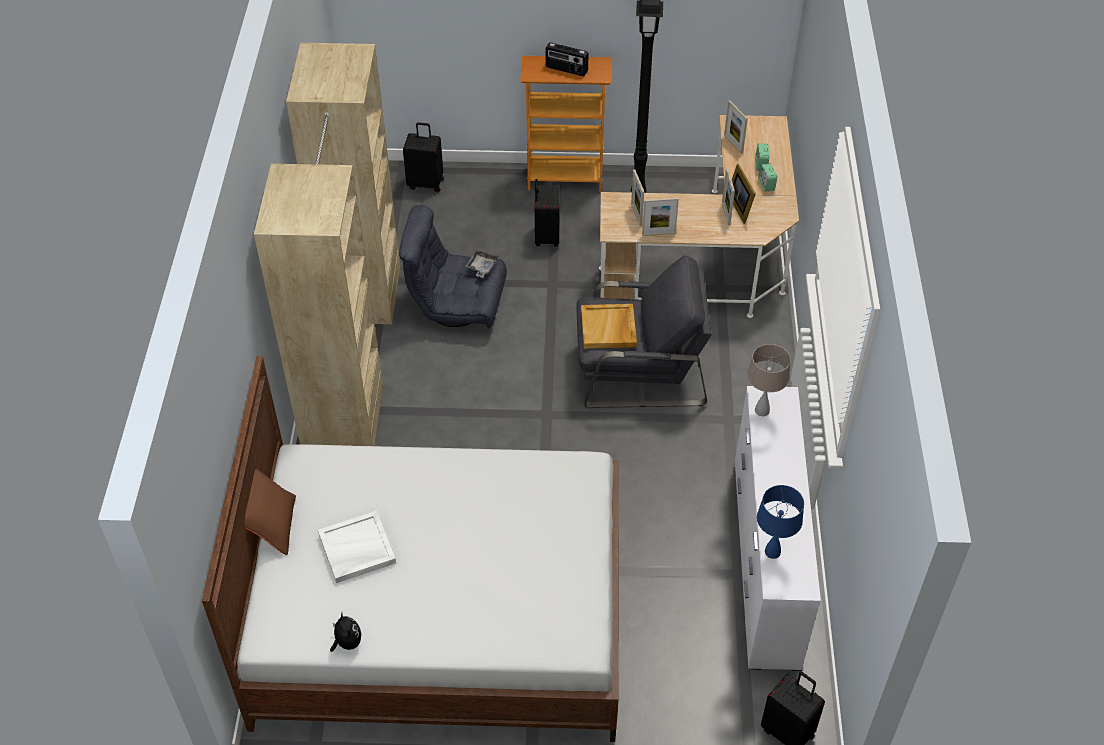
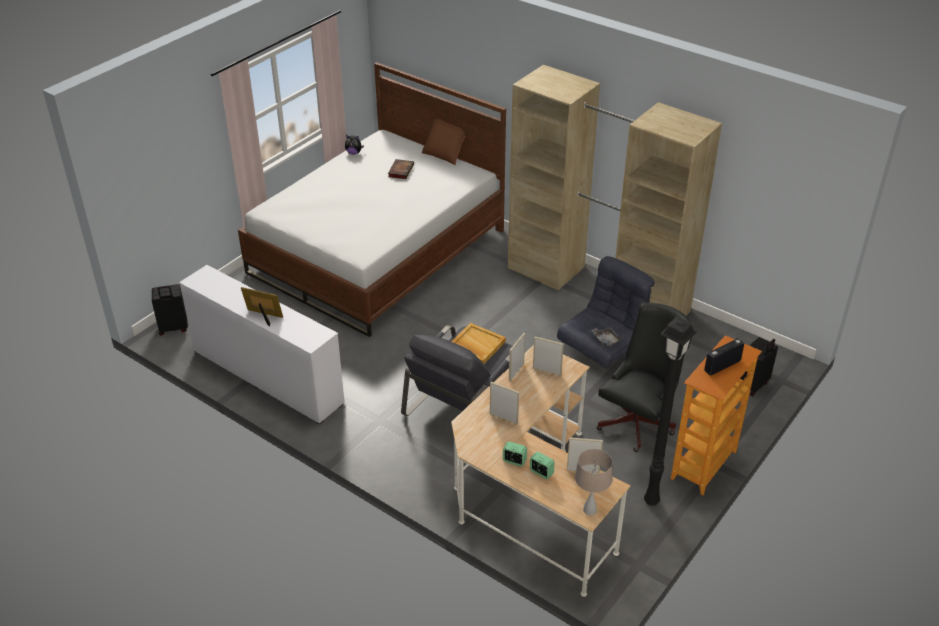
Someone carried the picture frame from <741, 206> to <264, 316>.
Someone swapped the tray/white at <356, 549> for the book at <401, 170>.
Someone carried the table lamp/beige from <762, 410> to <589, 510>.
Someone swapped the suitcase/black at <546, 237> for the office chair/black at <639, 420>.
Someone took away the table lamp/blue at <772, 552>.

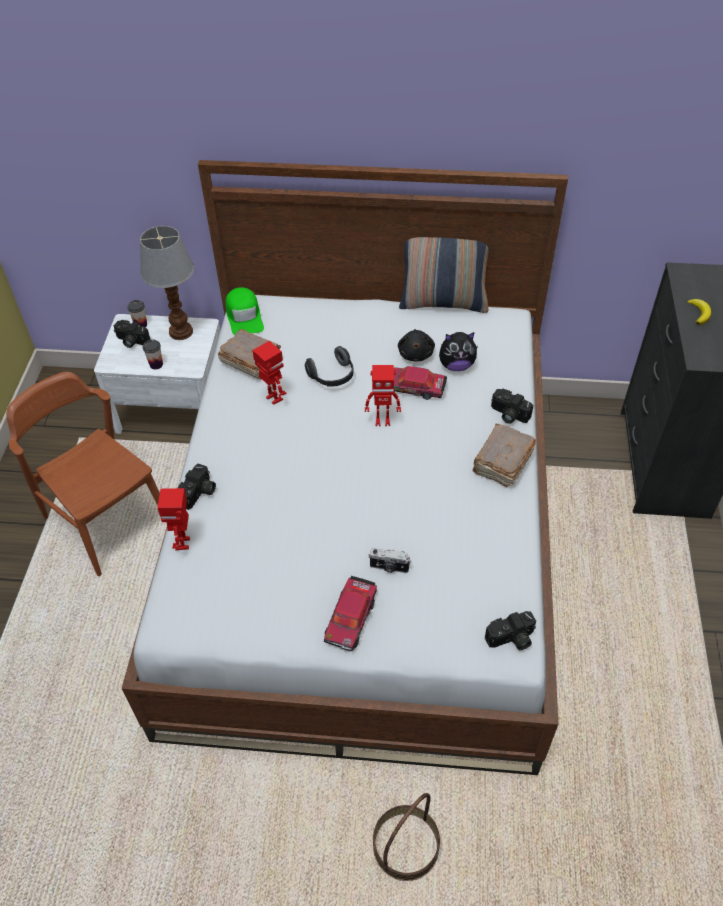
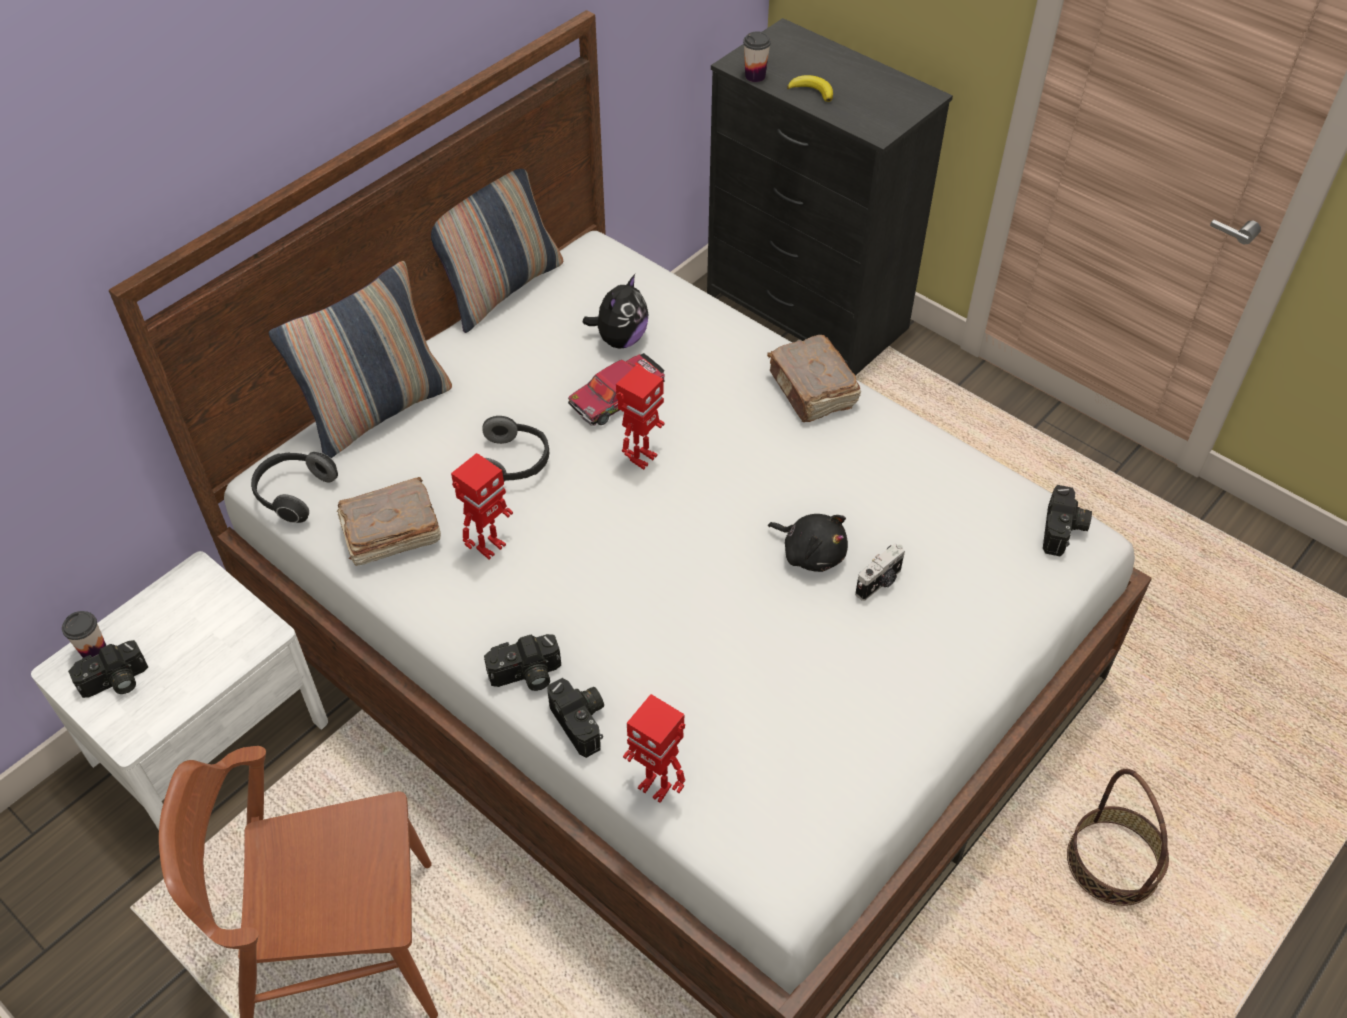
Someone swapped the cap/green at <244, 316> for the headphones at <294, 494>.
Someone put down the pillow at <377, 411>.
Someone rotated the toy robot at <273, 399> by 135 degrees clockwise.
Someone carried the photo camera from <508, 414> to <526, 676>.
Someone carried the cup from <156, 364> to <755, 76>.
Someone carried the plush toy/black from <416, 353> to <811, 553>.
Someone took away the table lamp at <181, 332>.
Someone took away the toy car at <351, 617>.

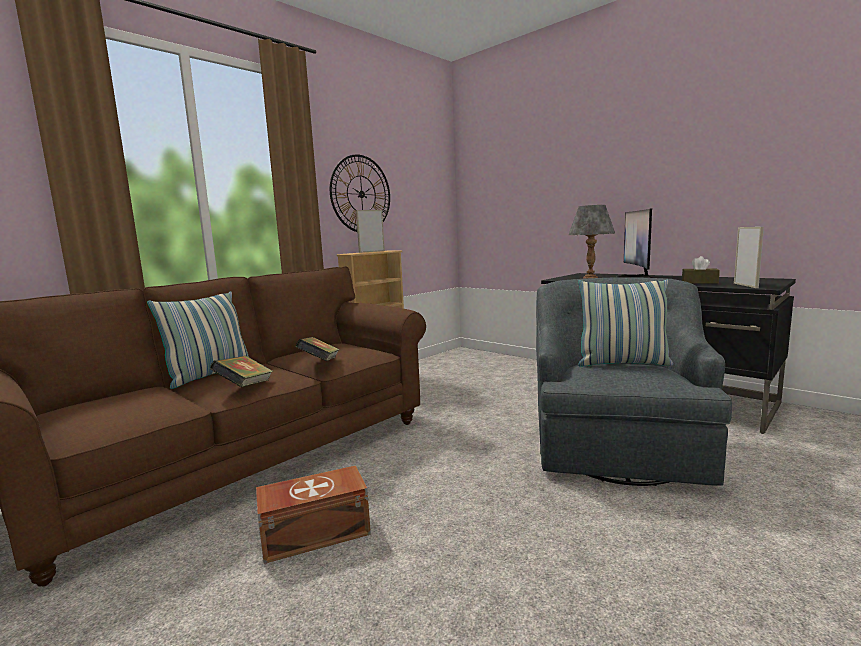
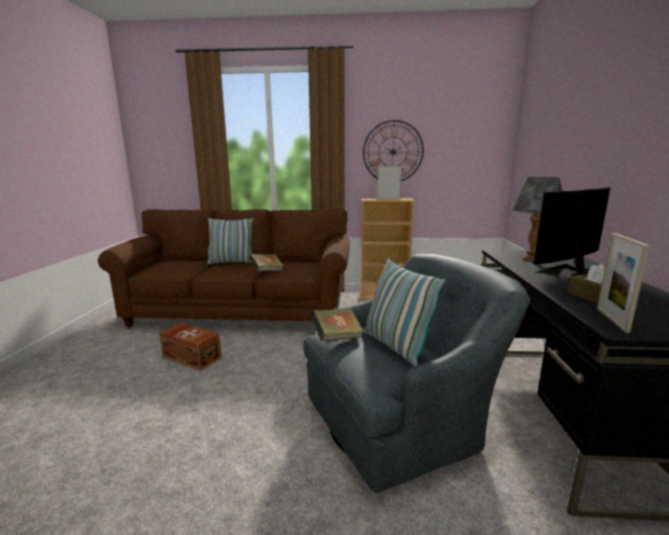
Someone carried the book from <245, 387> to <337, 338>.
Someone rotated the picture frame at <745, 285> by 135 degrees clockwise.

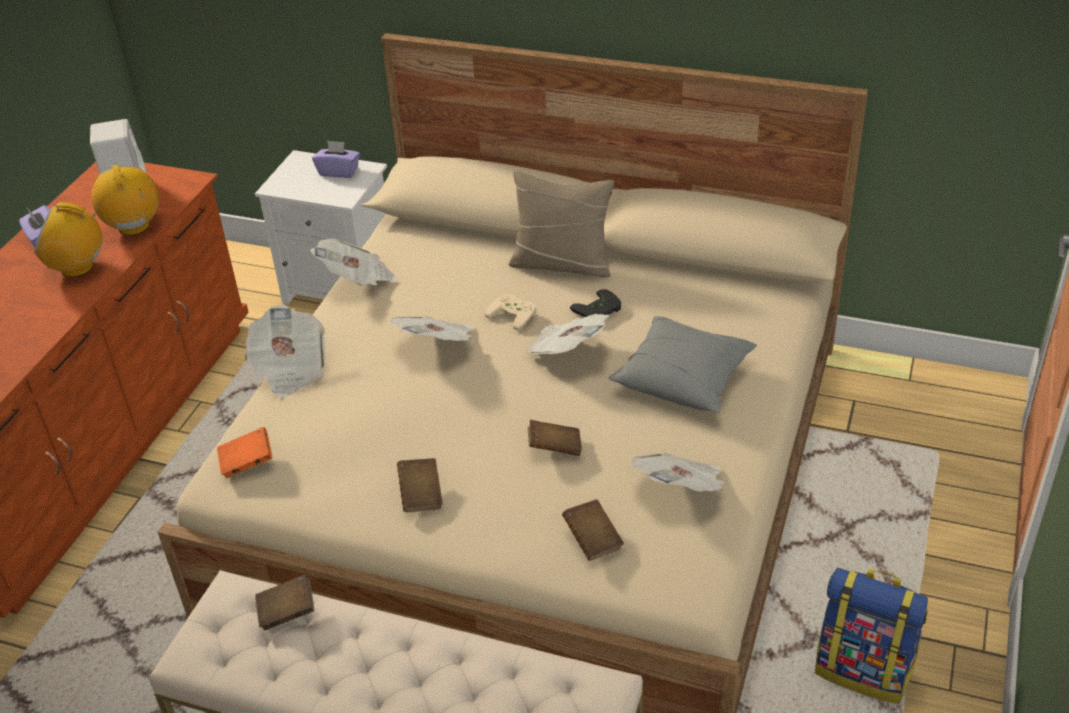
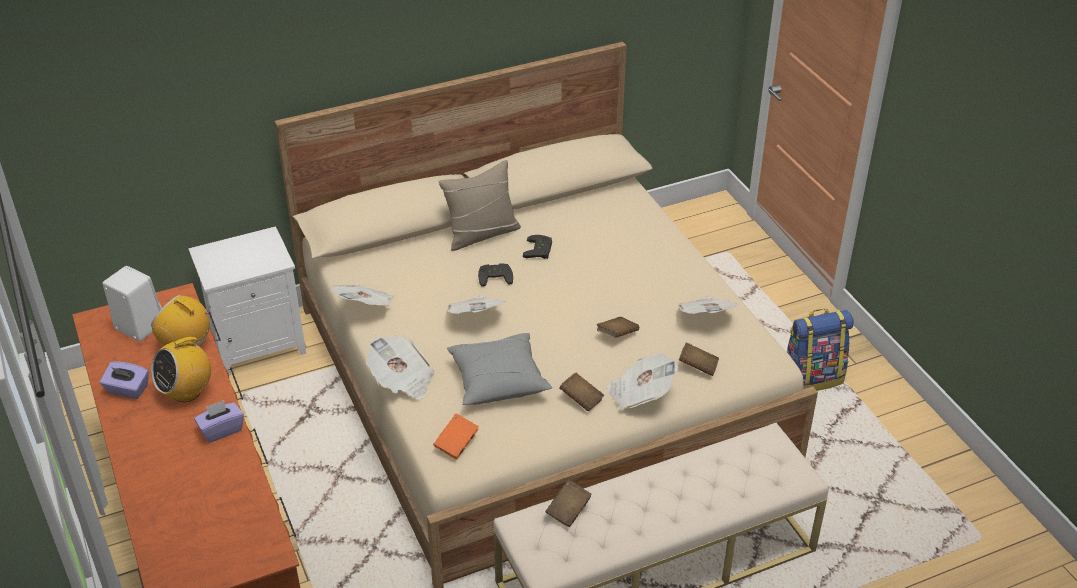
Someone carried the tissue box/purple from <339, 171> to <221, 430>.
Someone carried the pillow/grey from <683, 378> to <498, 380>.
Someone repainted the game controller/beige at <514, 313>, which became the game controller/black at <495, 276>.
Someone carried the newspaper from <567, 351> to <640, 394>.

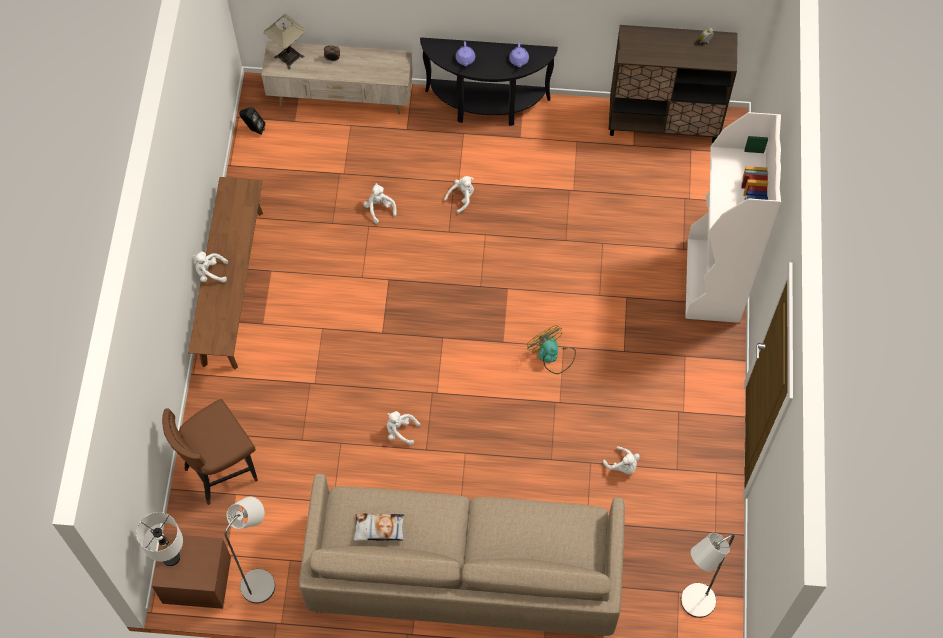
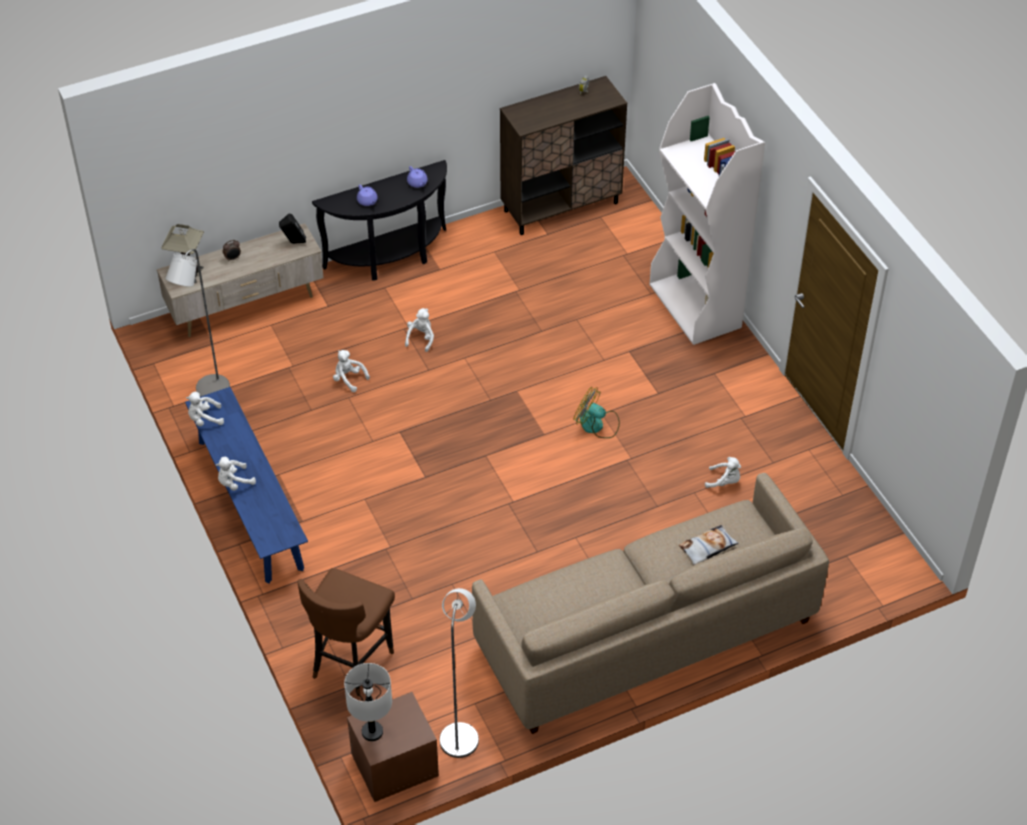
Someone carried the floor lamp/grey from <692, 604> to <209, 393>.
Someone repainted the bench/brown at <232, 287>, which became the bench/blue at <250, 504>.
Someone carried the plush toy/white from <400, 431> to <204, 419>.
Someone carried the speaker/black from <253, 129> to <293, 242>.
Someone carried the pillow from <379, 529> to <708, 548>.

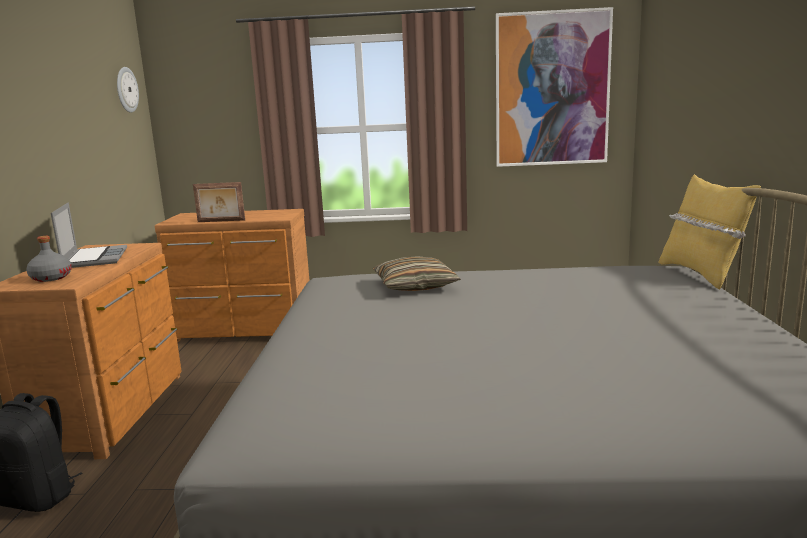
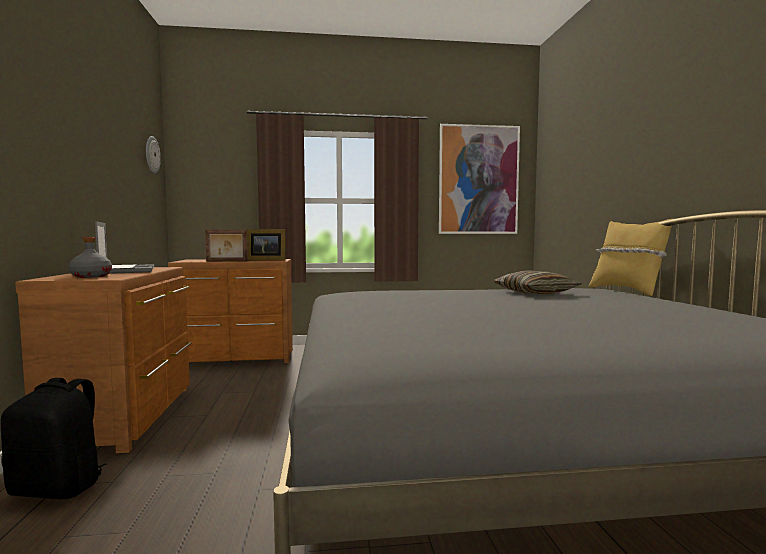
Someone put down the picture frame at <265, 260>.
Someone carried the pillow from <415, 286> to <535, 293>.

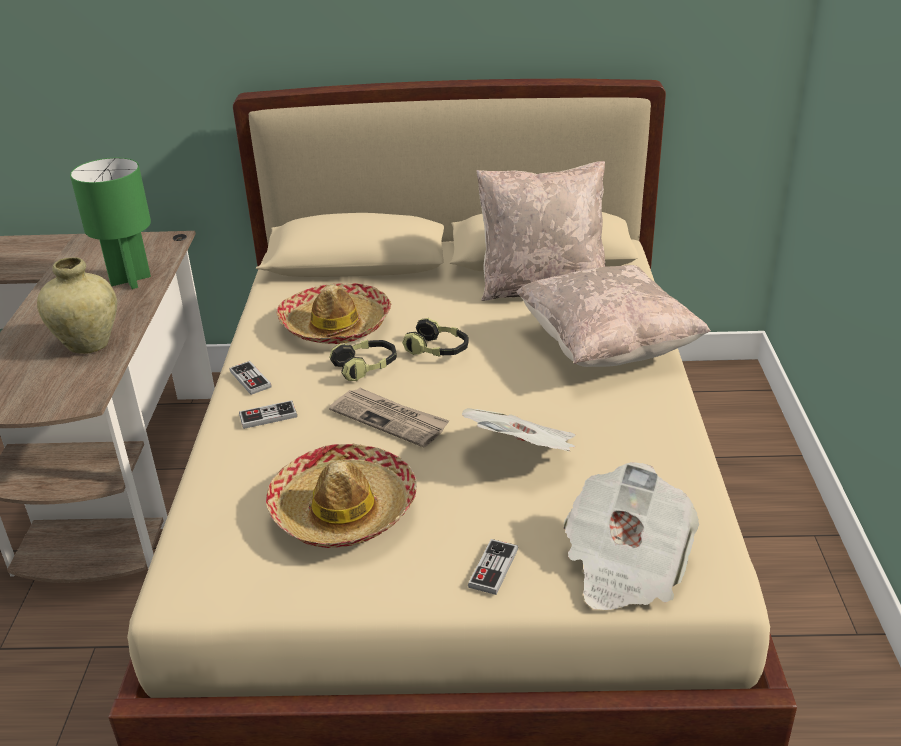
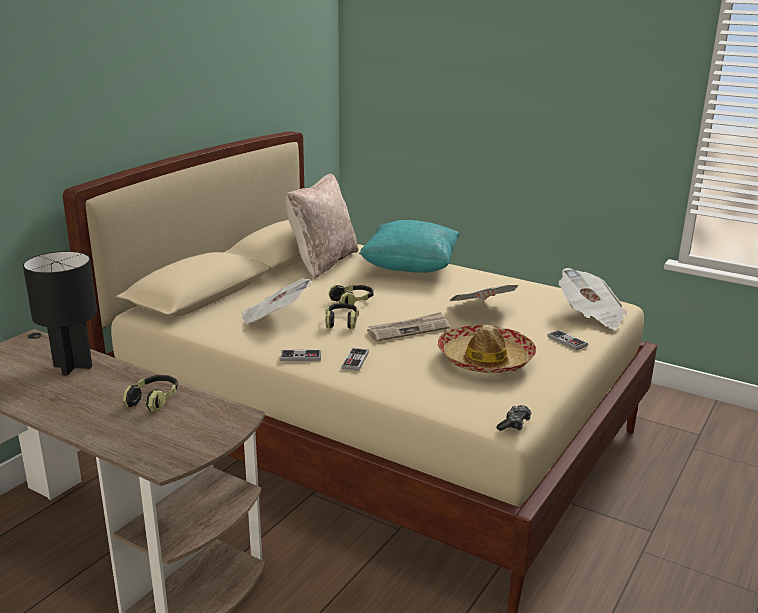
Someone repainted the table lamp/green at <130, 280>, which became the table lamp/black at <72, 366>.
Someone swapped the vase/beige at <88, 345> for the headphones at <154, 400>.
Someone swapped the hat at <336, 325> for the newspaper at <274, 319>.
Someone repainted the pillow/beige at <606, 347>, which became the pillow/turquoise at <410, 269>.
Someone put down the game controller at <514, 424>.

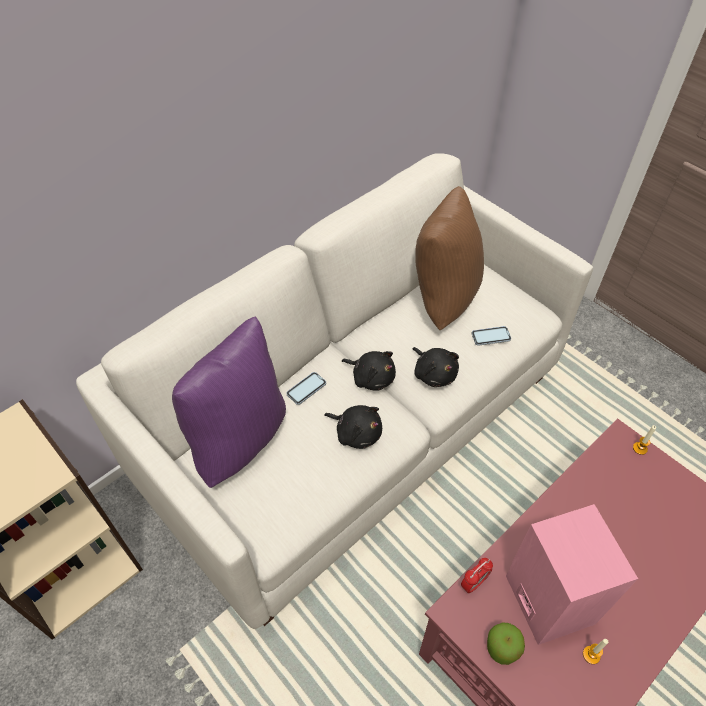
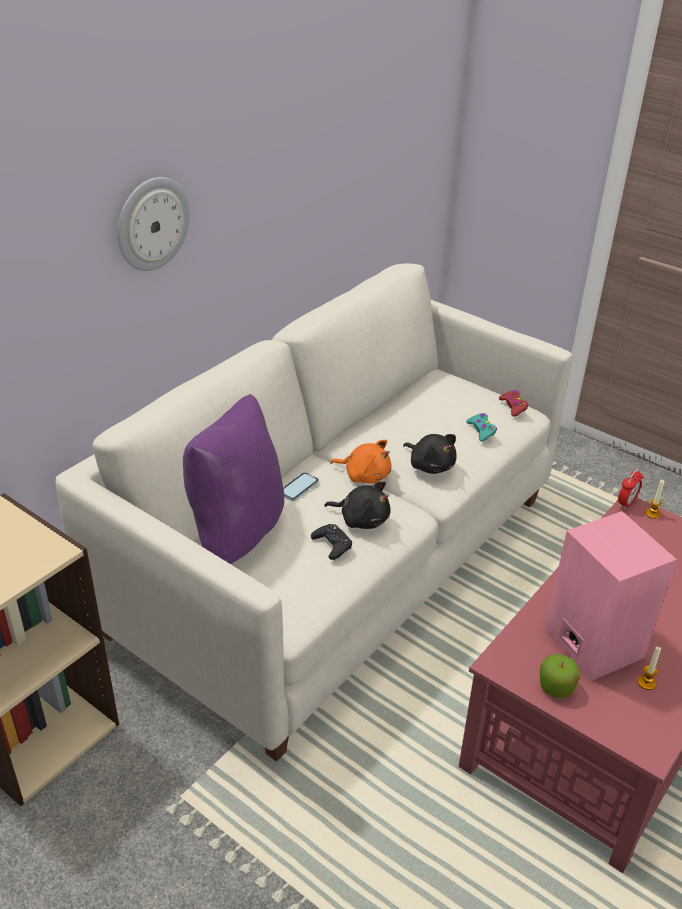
Someone put up the wall clock at <152, 223>.
Someone put down the game controller/black at <332, 545>.
Someone repainted the plush toy/black at <371, 377>, which became the plush toy/orange at <365, 475>.
Someone swapped the phone at <491, 337> for the game controller/turquoise at <481, 430>.
Someone put down the game controller/red at <513, 406>.
Someone carried the alarm clock from <474, 583> to <626, 503>.
Someone took away the pillow/brown at <442, 297>.

